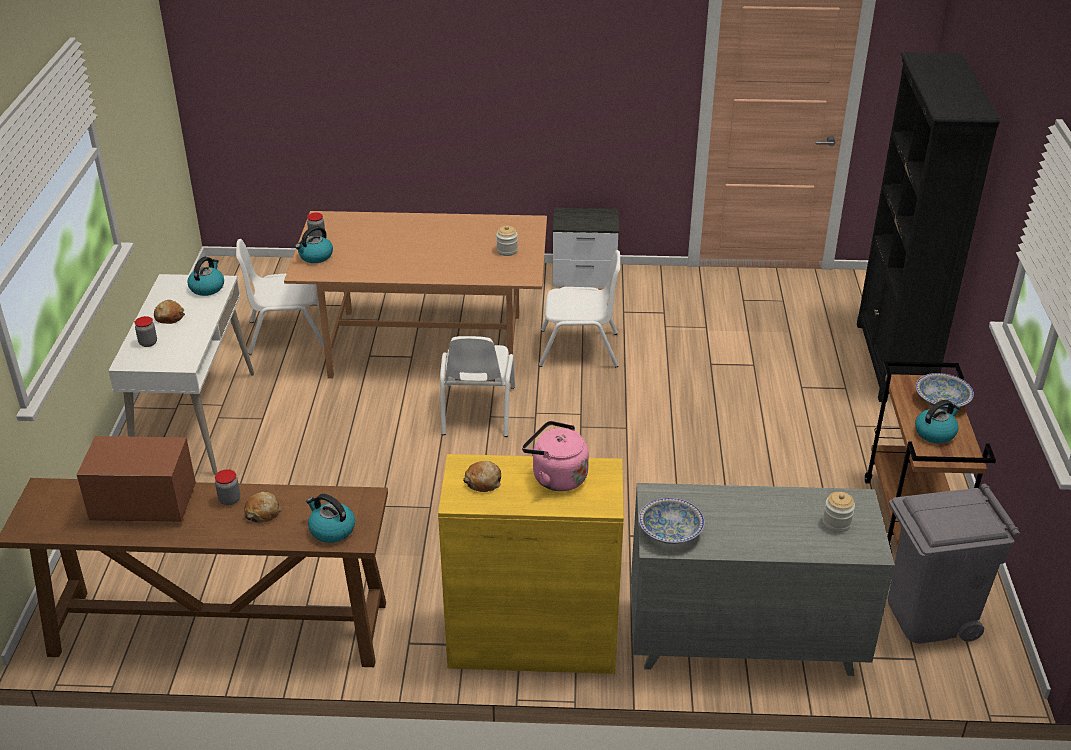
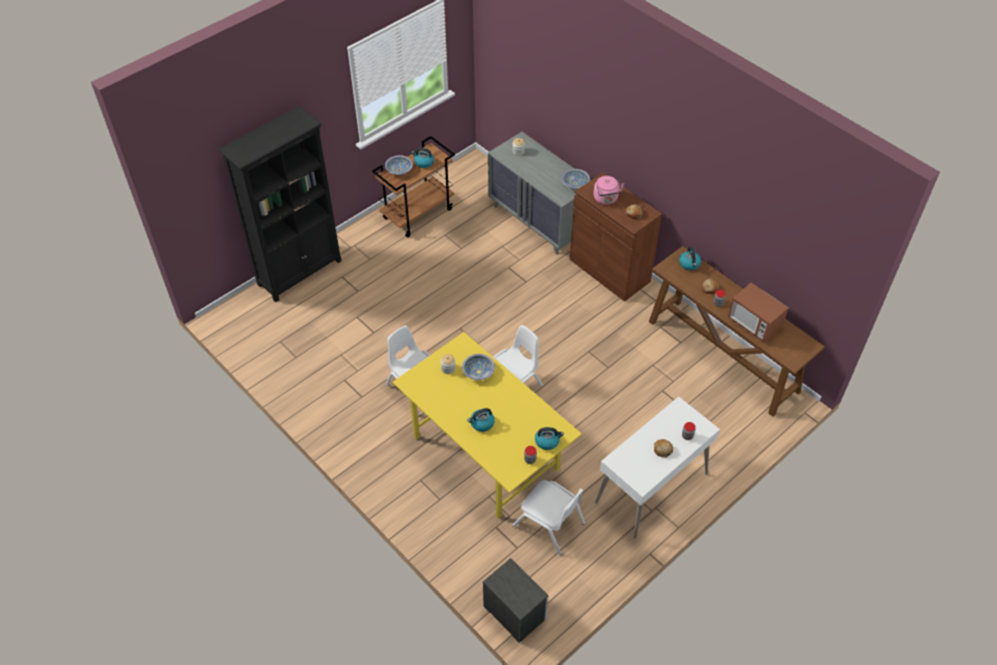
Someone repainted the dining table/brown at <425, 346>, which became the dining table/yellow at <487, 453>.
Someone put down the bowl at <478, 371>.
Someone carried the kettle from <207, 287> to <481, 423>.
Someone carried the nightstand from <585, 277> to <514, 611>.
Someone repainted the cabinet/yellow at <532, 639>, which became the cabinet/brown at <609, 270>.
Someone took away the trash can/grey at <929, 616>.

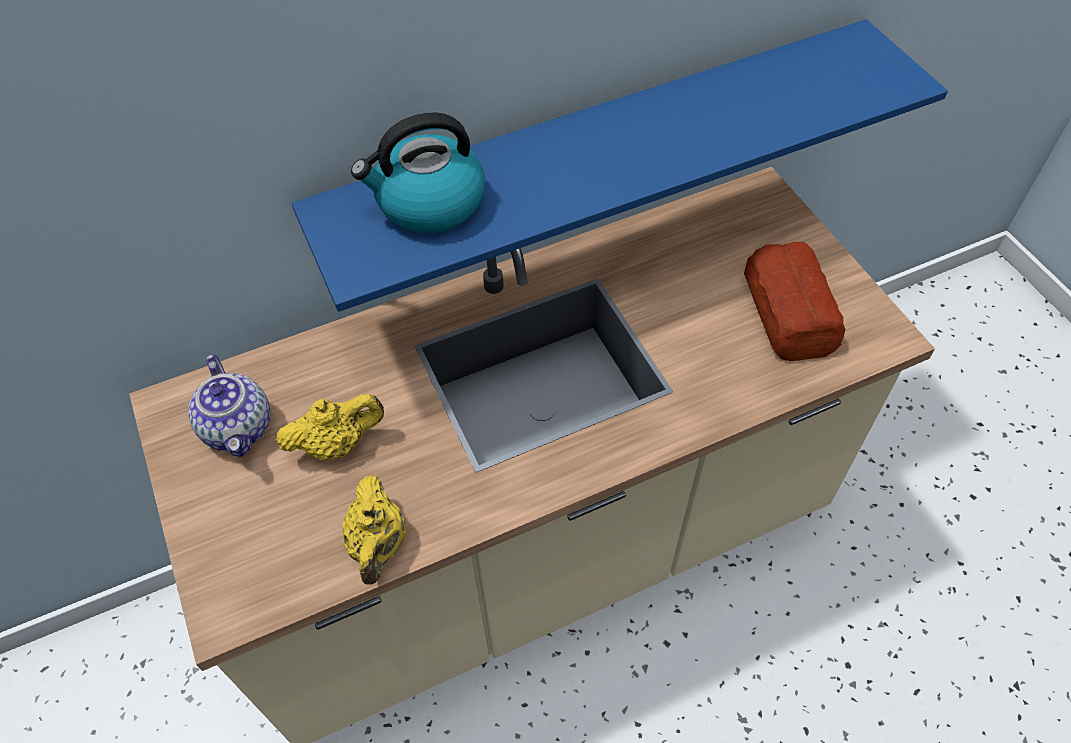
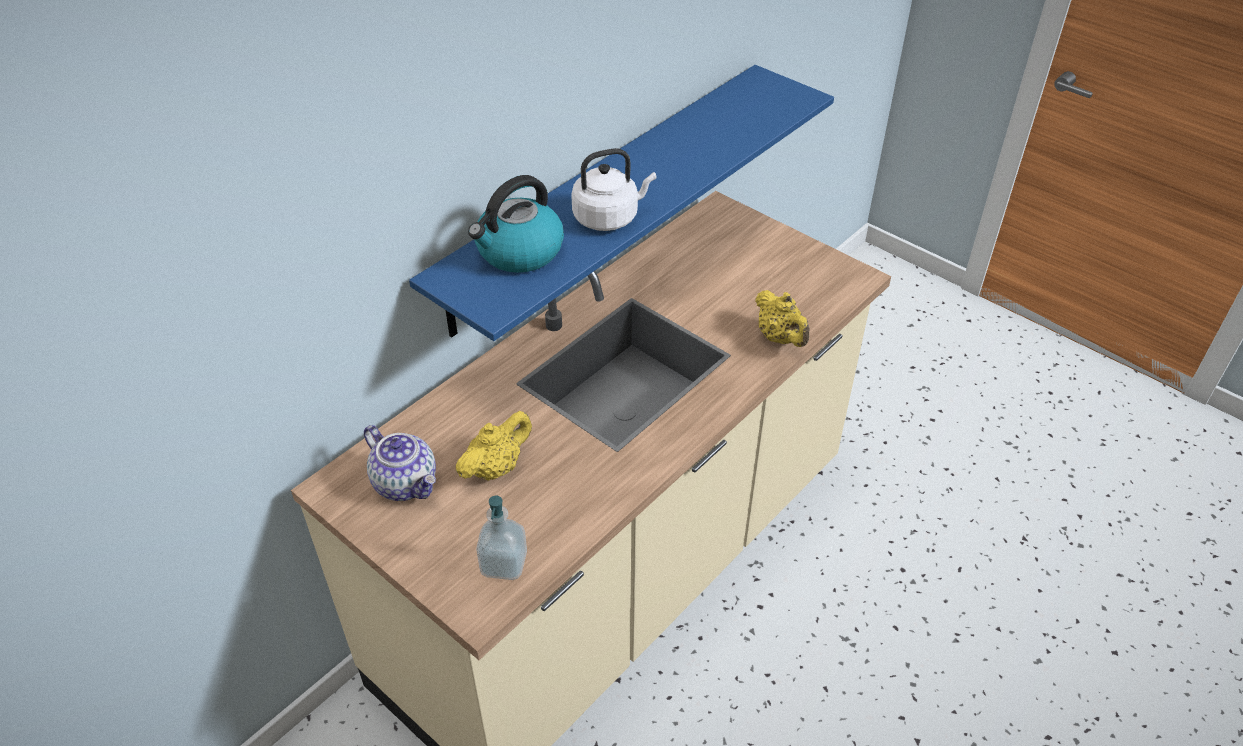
Someone put down the soap dispenser at <504, 564>.
Someone put down the kettle/white at <609, 217>.
Someone carried the teapot/yellow from <378, 545> to <780, 338>.
Someone took away the bread at <788, 313>.

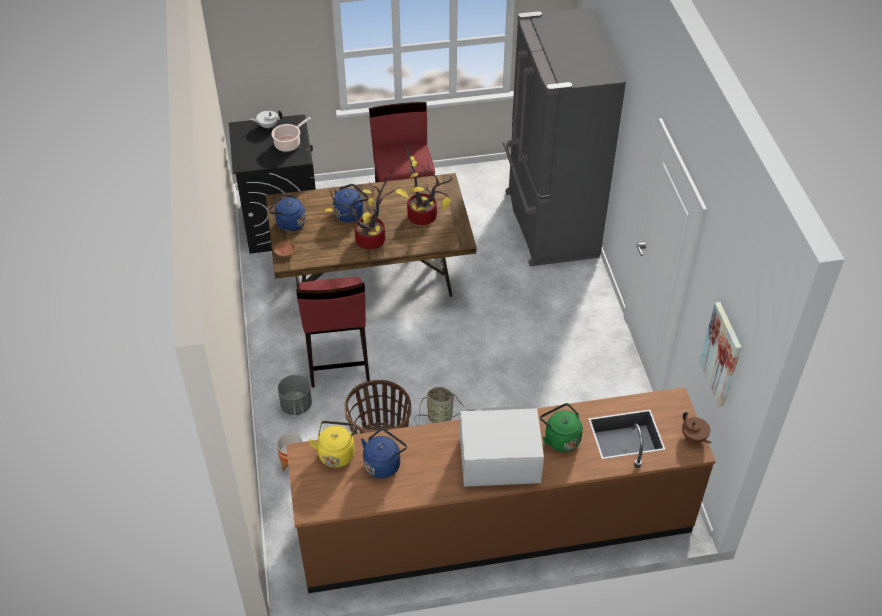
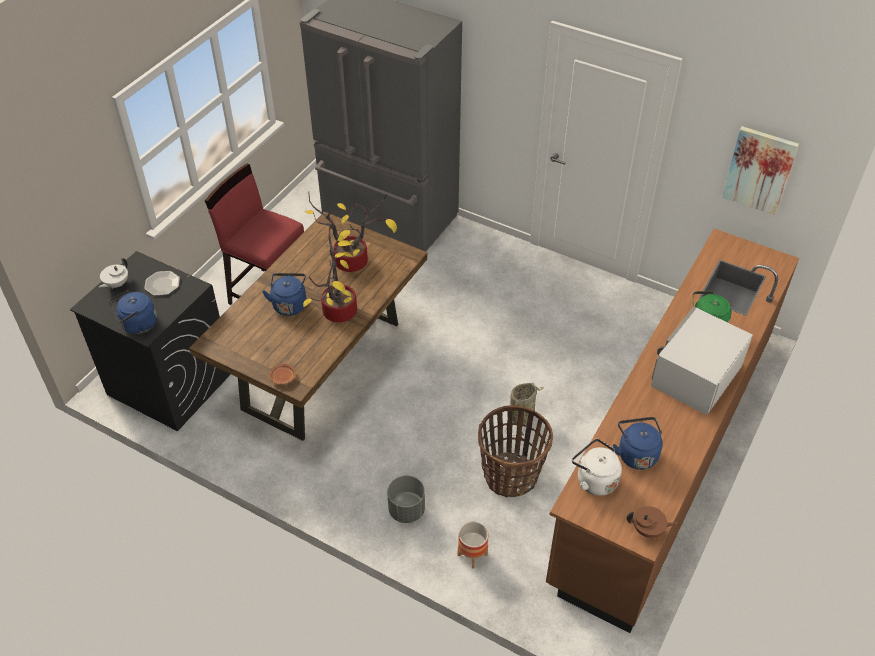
Someone carried the kettle/blue from <289, 223> to <137, 325>.
Someone swapped the cooking pot at <289, 144> for the plate at <162, 284>.
Someone repainted the kettle/yellow at <336, 453>, which became the kettle/white at <594, 479>.
Someone carried the teapot/brown from <694, 437> to <648, 530>.
Someone took away the stool/red at <337, 361>.

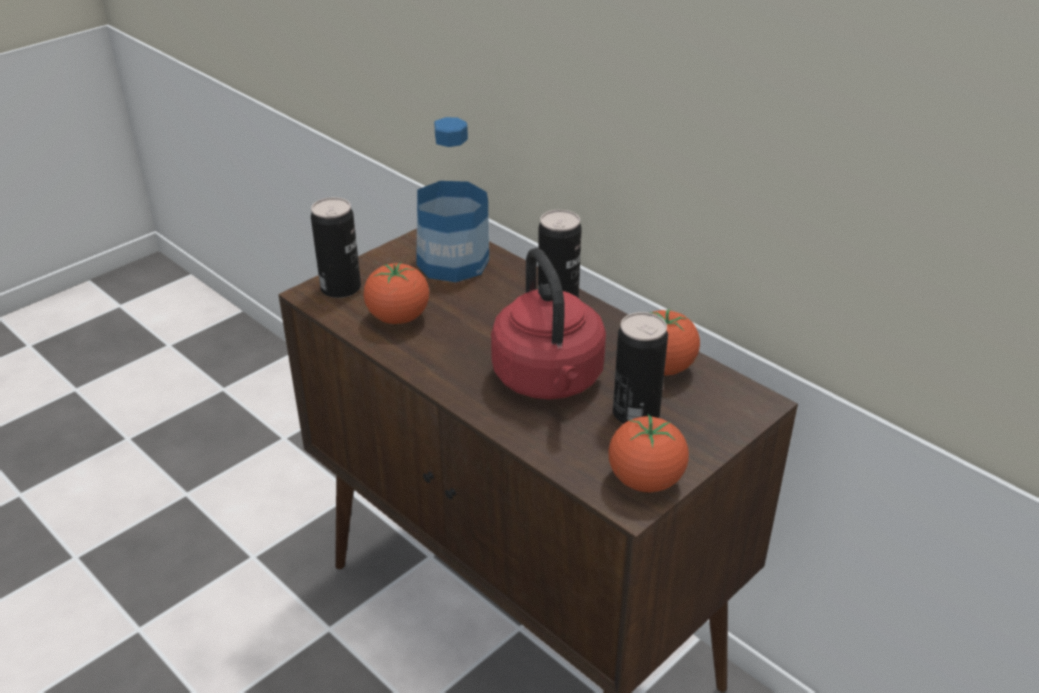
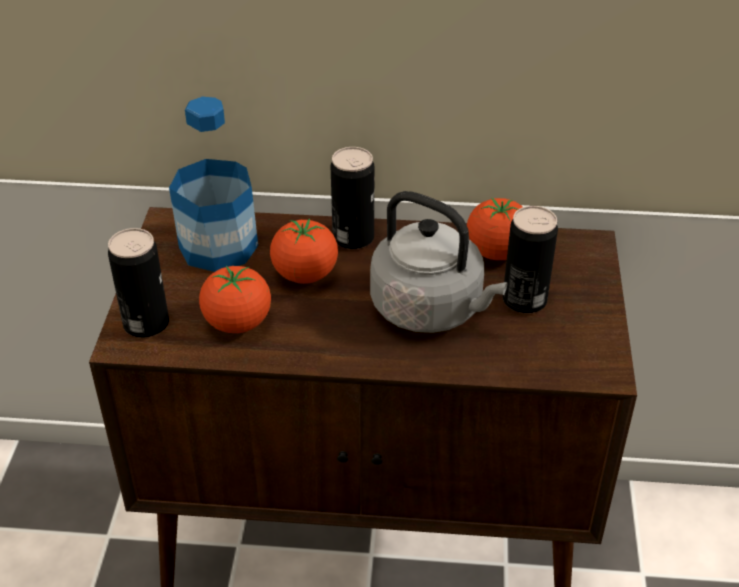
Someone carried the tomato from <645, 480> to <305, 275>.
Someone repainted the kettle/red at <549, 381>, which became the kettle/grey at <431, 309>.

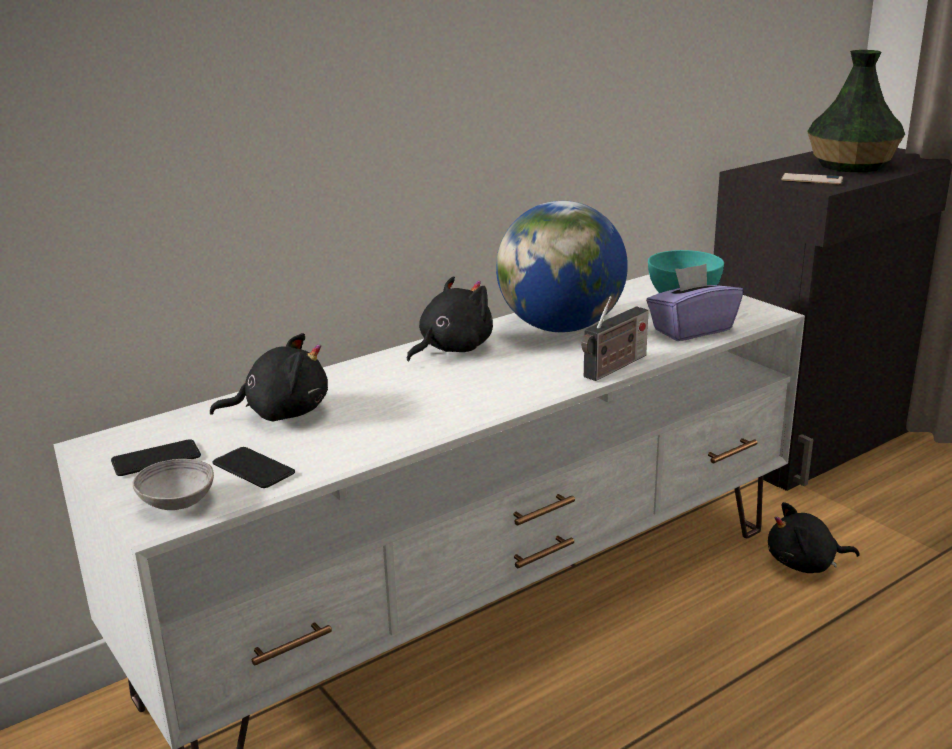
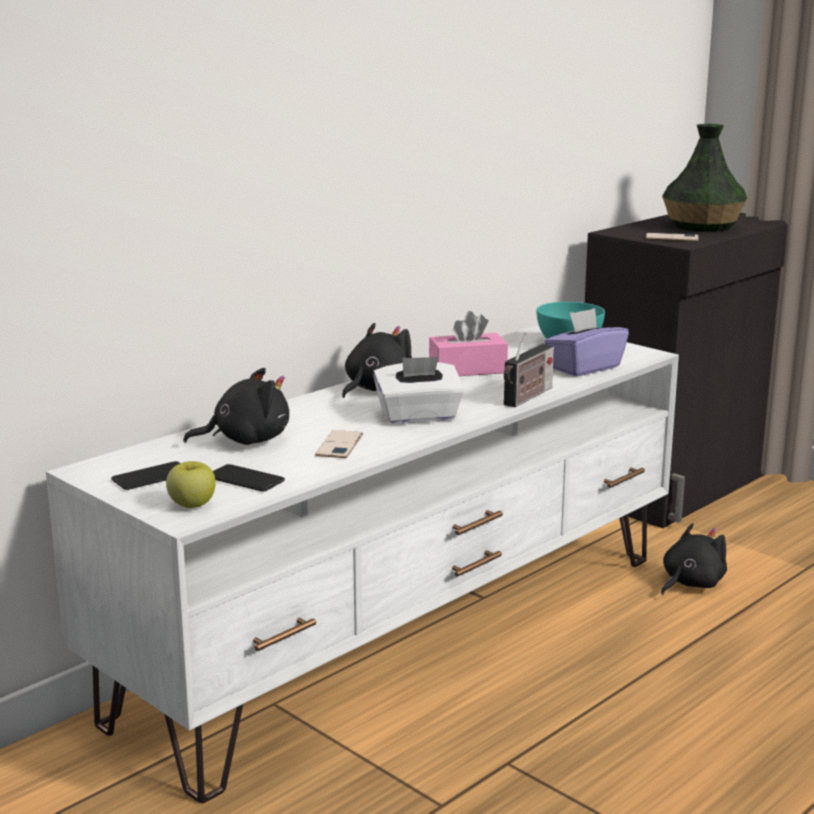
Someone swapped the bowl/grey at <177, 502> for the apple at <192, 504>.
Someone put down the phone at <339, 445>.
Someone put down the tissue box/white at <418, 416>.
Someone swapped the globe at <560, 327> for the tissue box/pink at <467, 370>.
Someone rotated the plush toy/black at <805, 564> by 150 degrees clockwise.

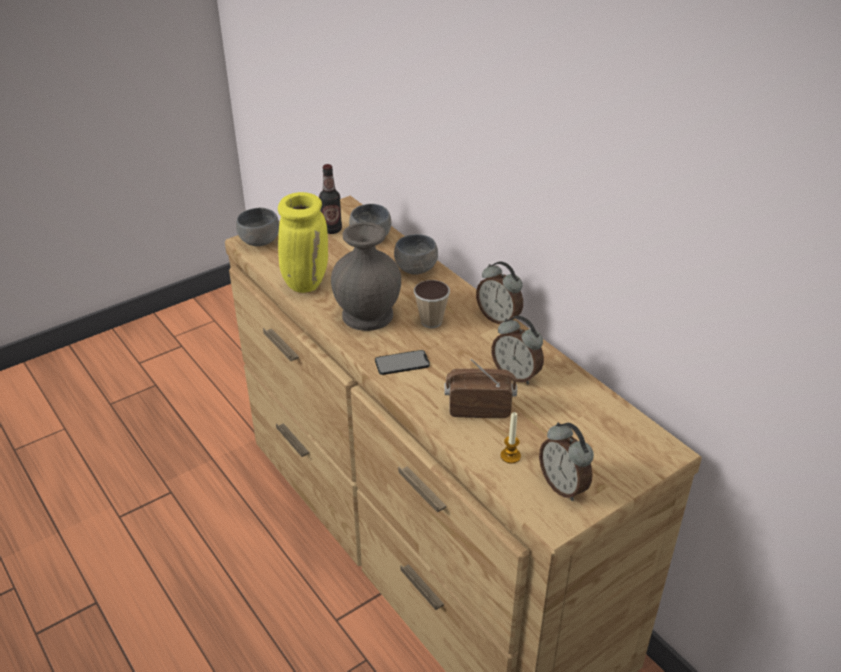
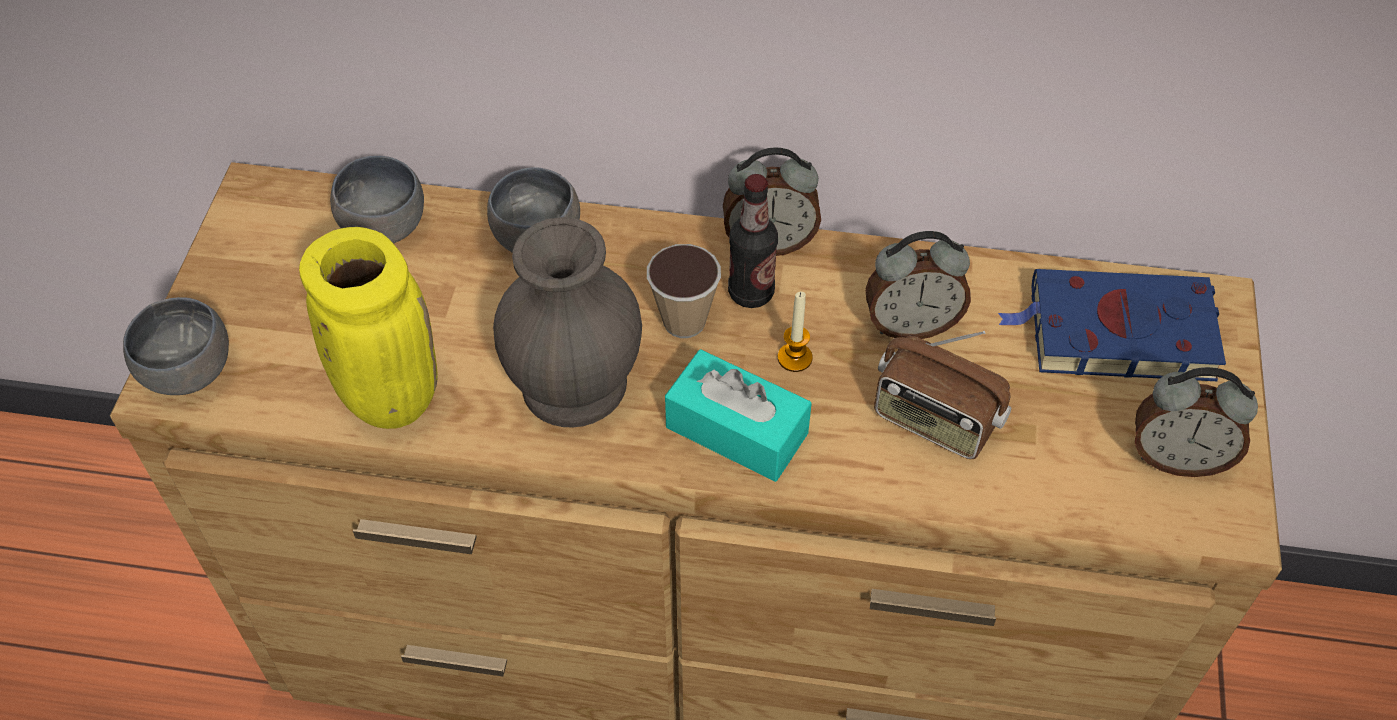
Someone swapped the phone at <402, 363> for the tissue box/turquoise at <736, 430>.
Someone carried the bottle from <331, 229> to <751, 293>.
Someone carried the candle from <510, 456> to <794, 358>.
Someone rotated the radio at <479, 408> by 105 degrees counterclockwise.
Someone put down the book/blue at <1115, 333>.

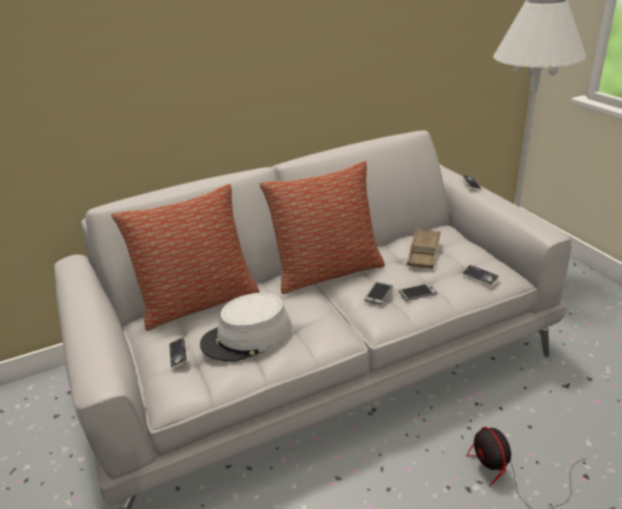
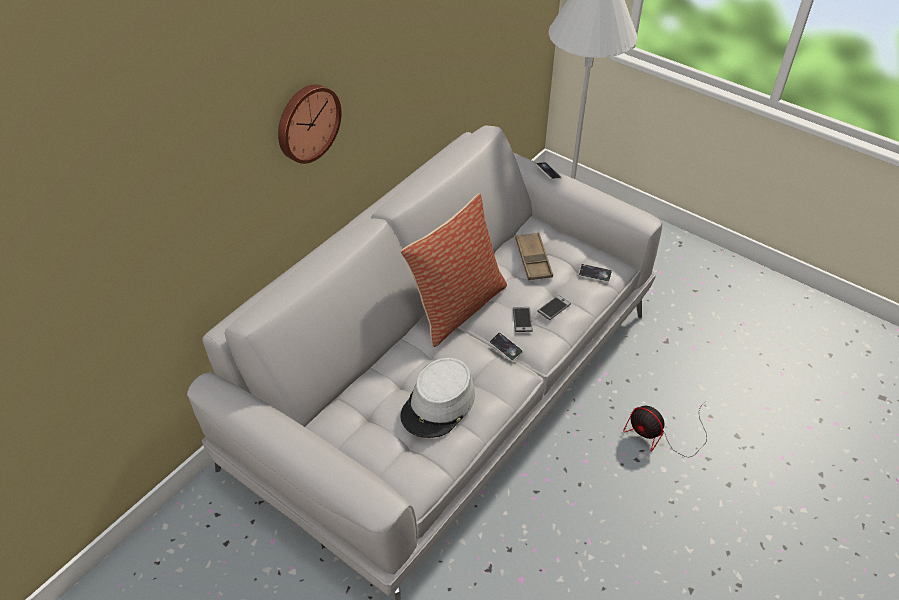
Someone put up the wall clock at <307, 122>.
Someone carried the phone from <178, 354> to <505, 348>.
Someone took away the pillow at <199, 301>.

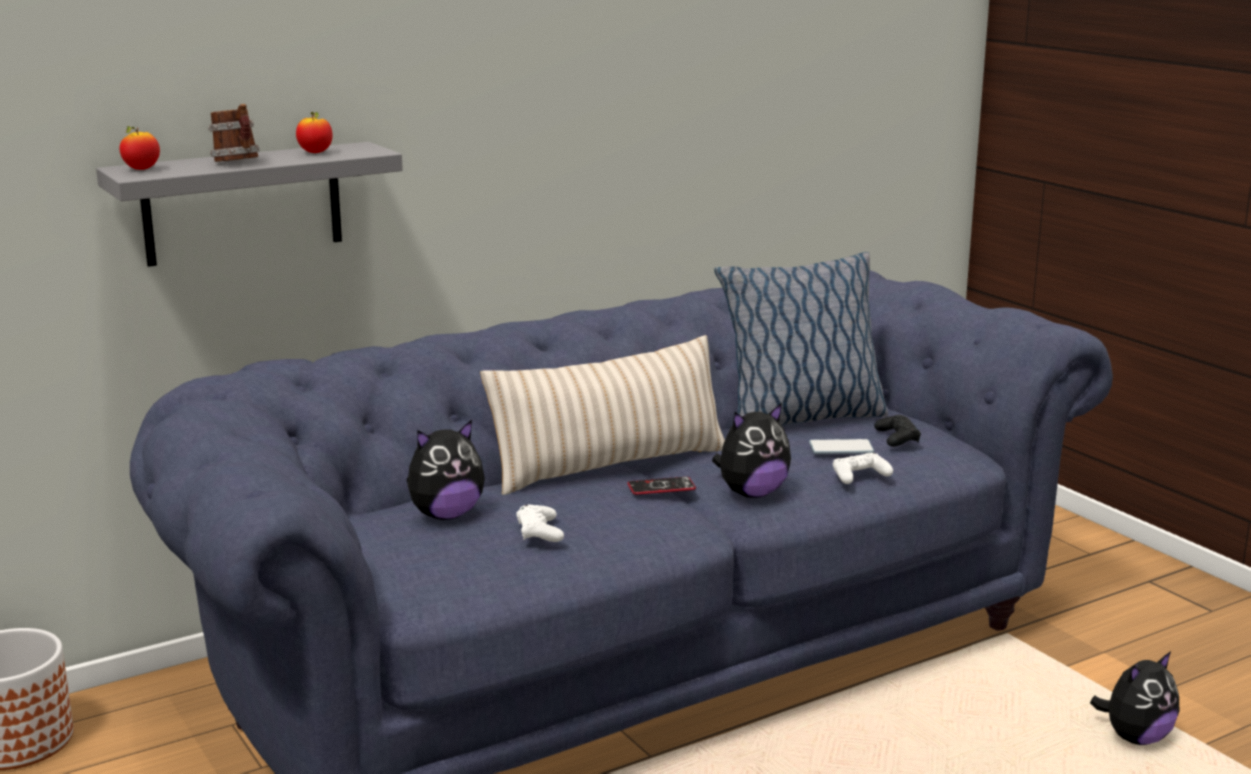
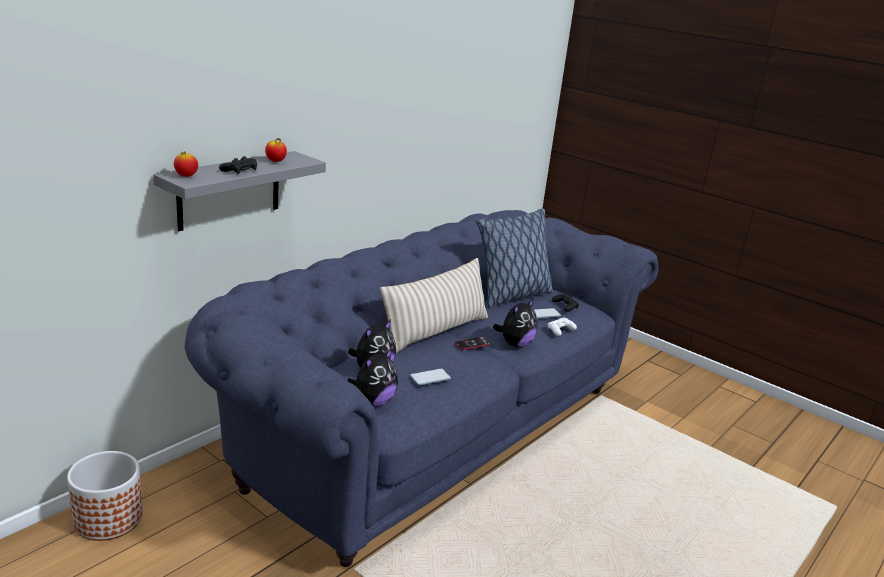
Someone swapped the mug at <238, 163> for the game controller/black at <239, 170>.
Someone carried the plush toy from <1135, 738> to <373, 402>.
Someone swapped the game controller/white at <539, 531> for the phone at <430, 378>.

